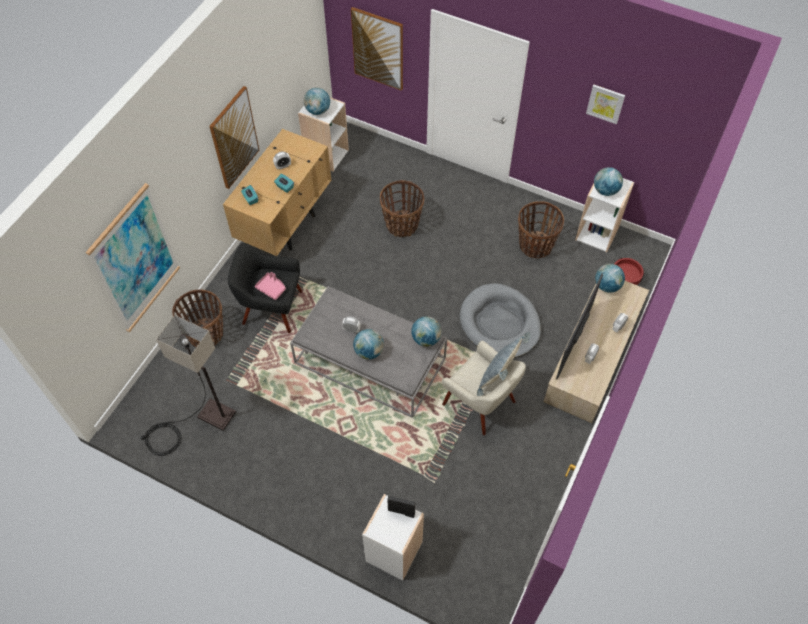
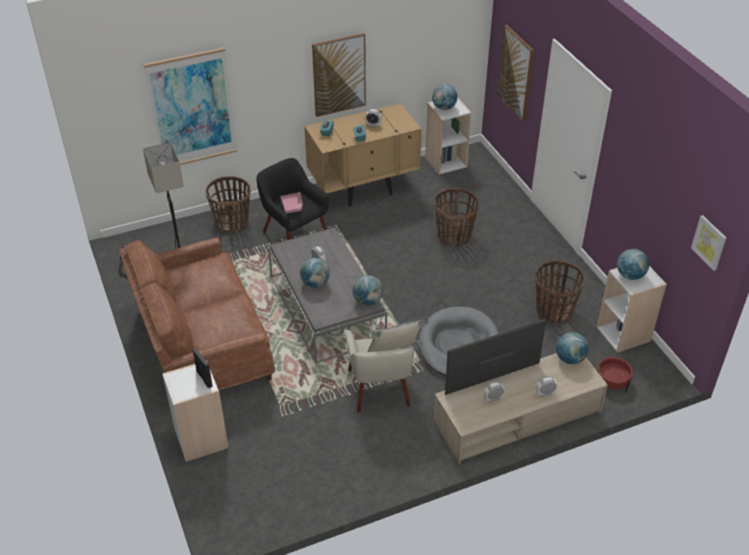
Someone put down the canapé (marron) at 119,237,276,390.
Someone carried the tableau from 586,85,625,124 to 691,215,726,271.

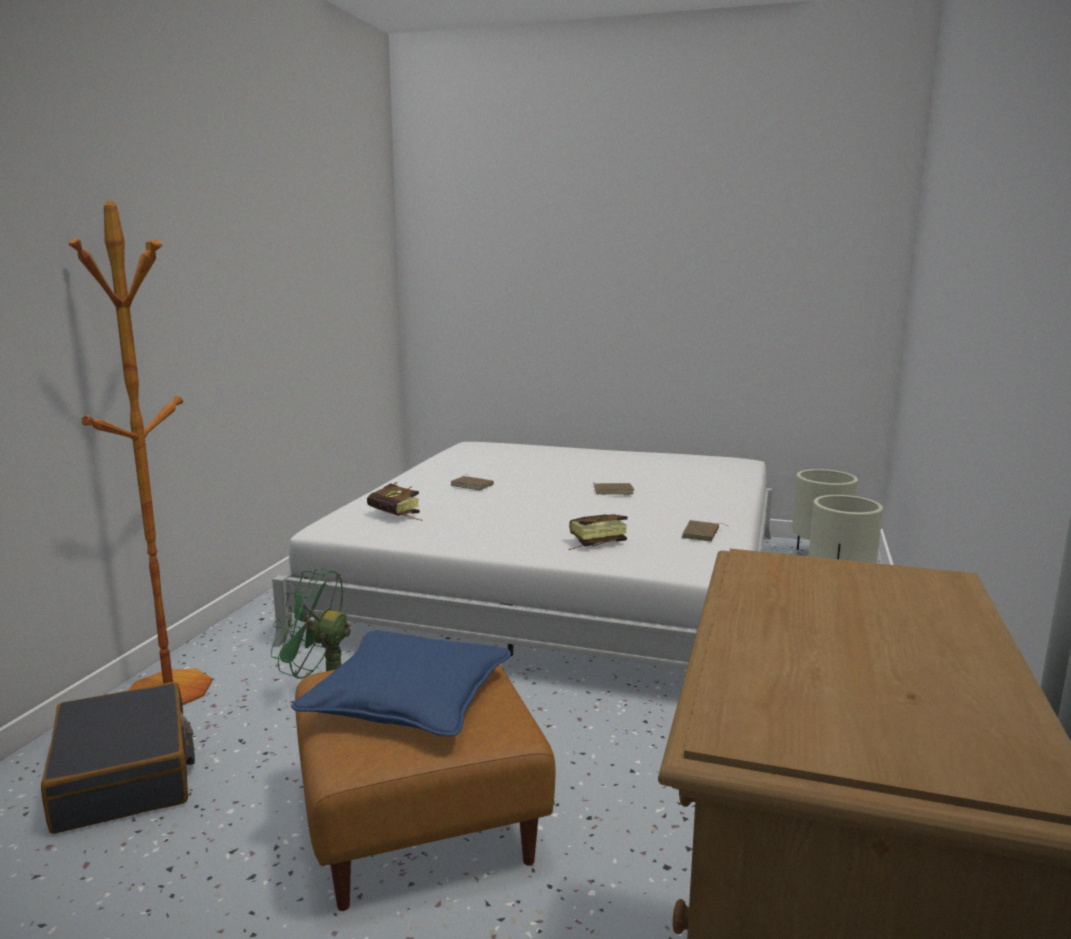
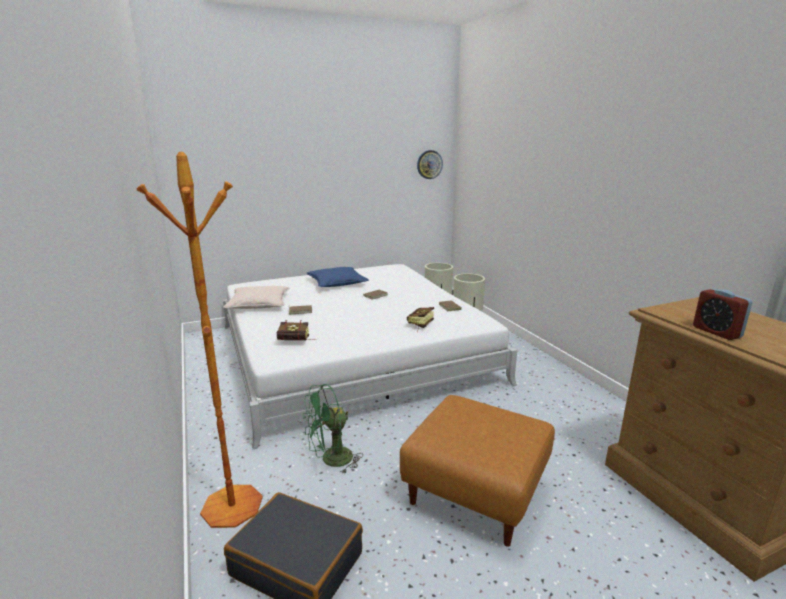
Someone put down the coussin (beige) at 223,286,289,309.
Someone put up the horloge murale at 417,150,443,179.
Someone put down the réveil at 693,289,753,340.
Someone carried the coussin (bleu) from 291,630,511,737 to 306,267,369,287.

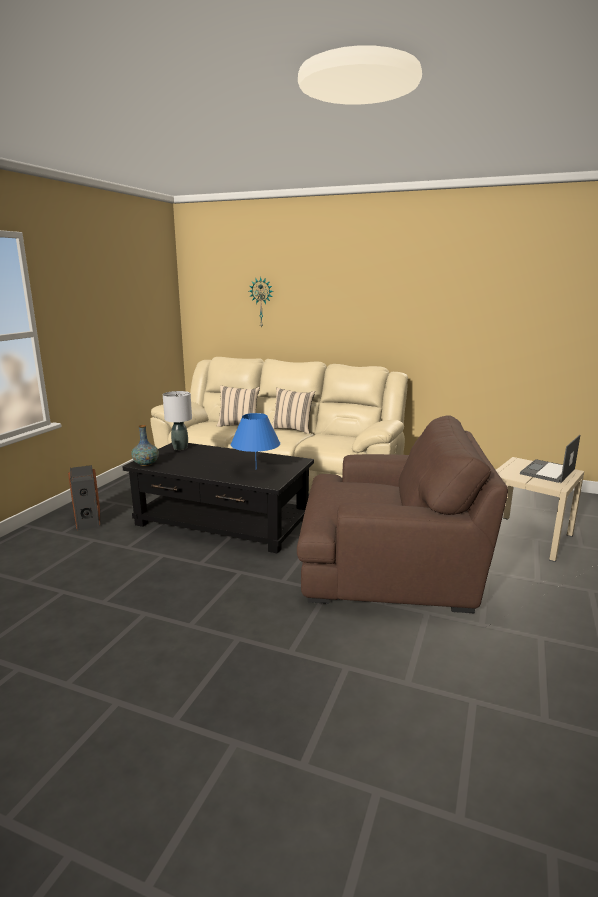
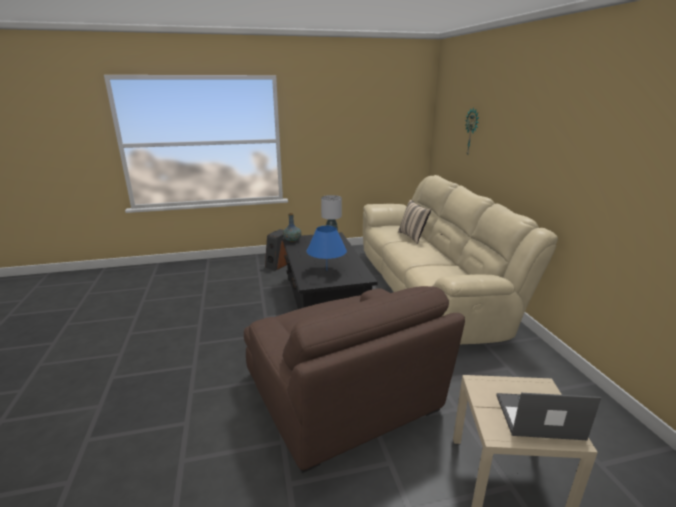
Someone took away the coussin (beige) at 272,388,315,434.

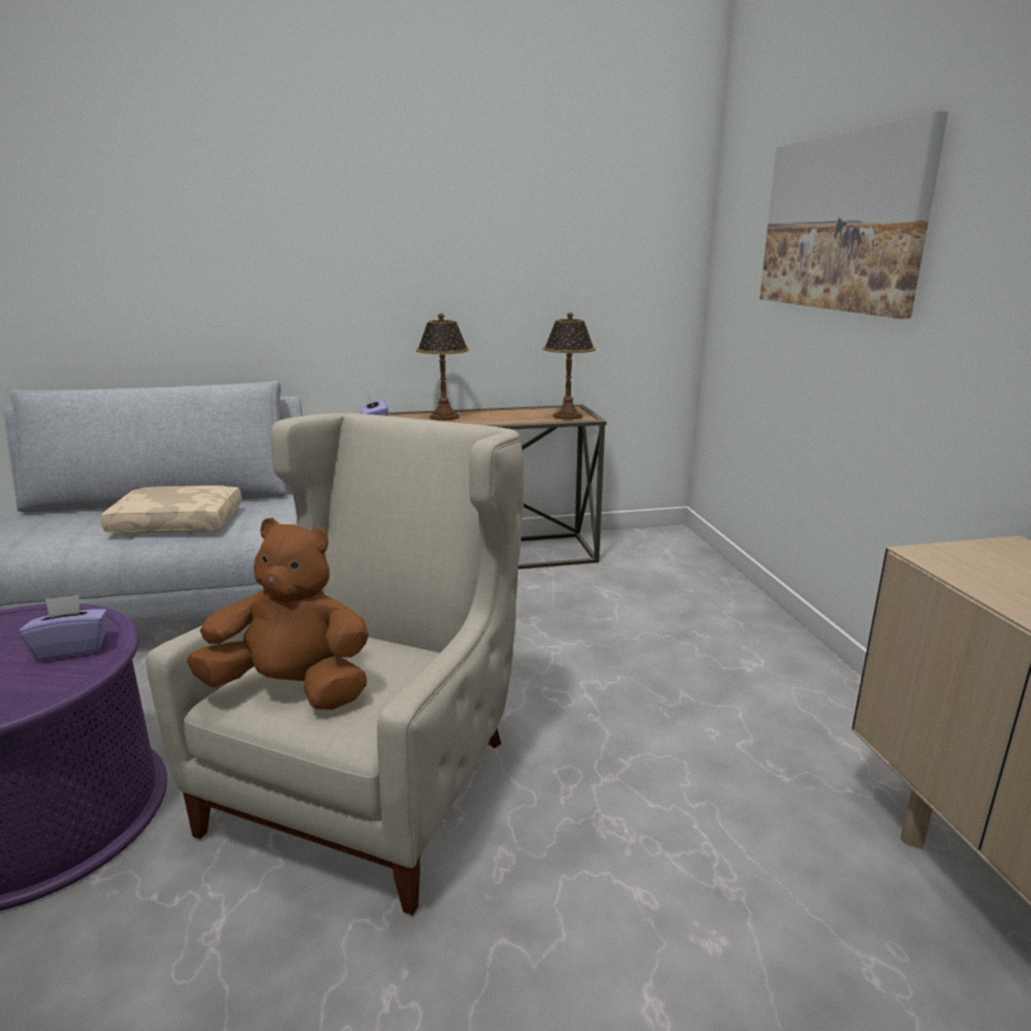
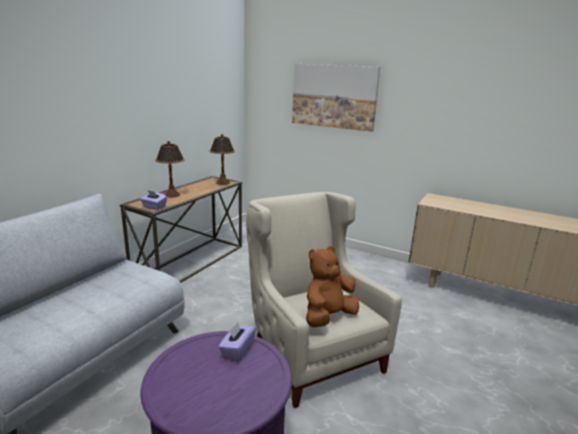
Someone took away the coussin (beige) at 101,485,242,534.

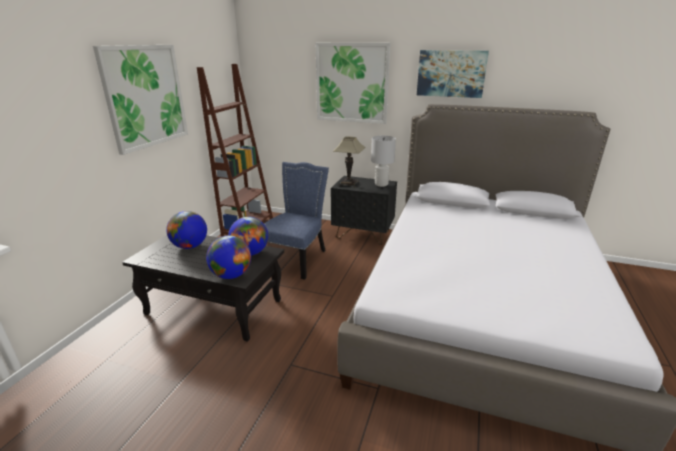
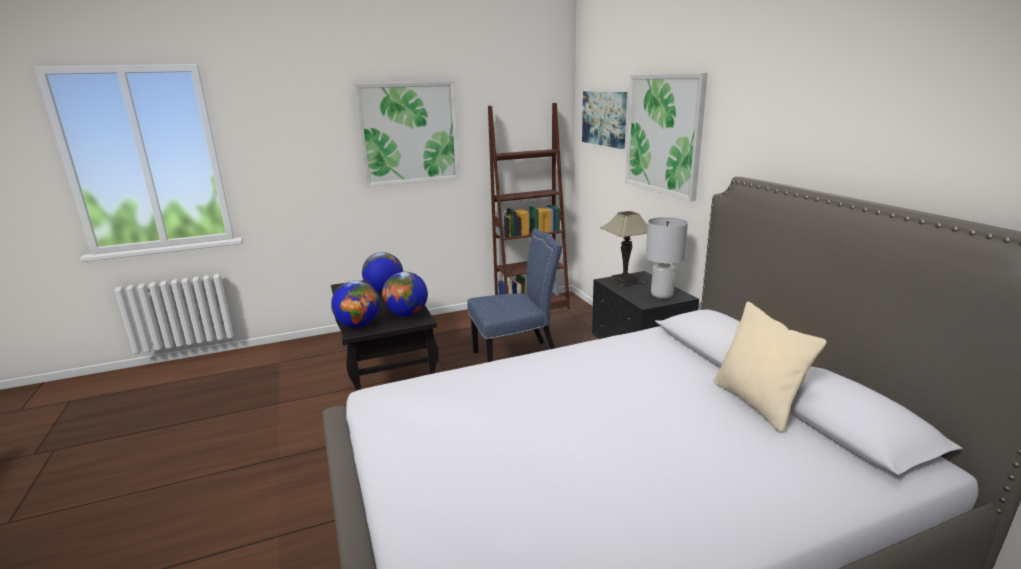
Someone put down the coussin (beige) at 713,302,827,433.
Someone carried the tableau from 417,50,489,98 to 582,91,627,149.

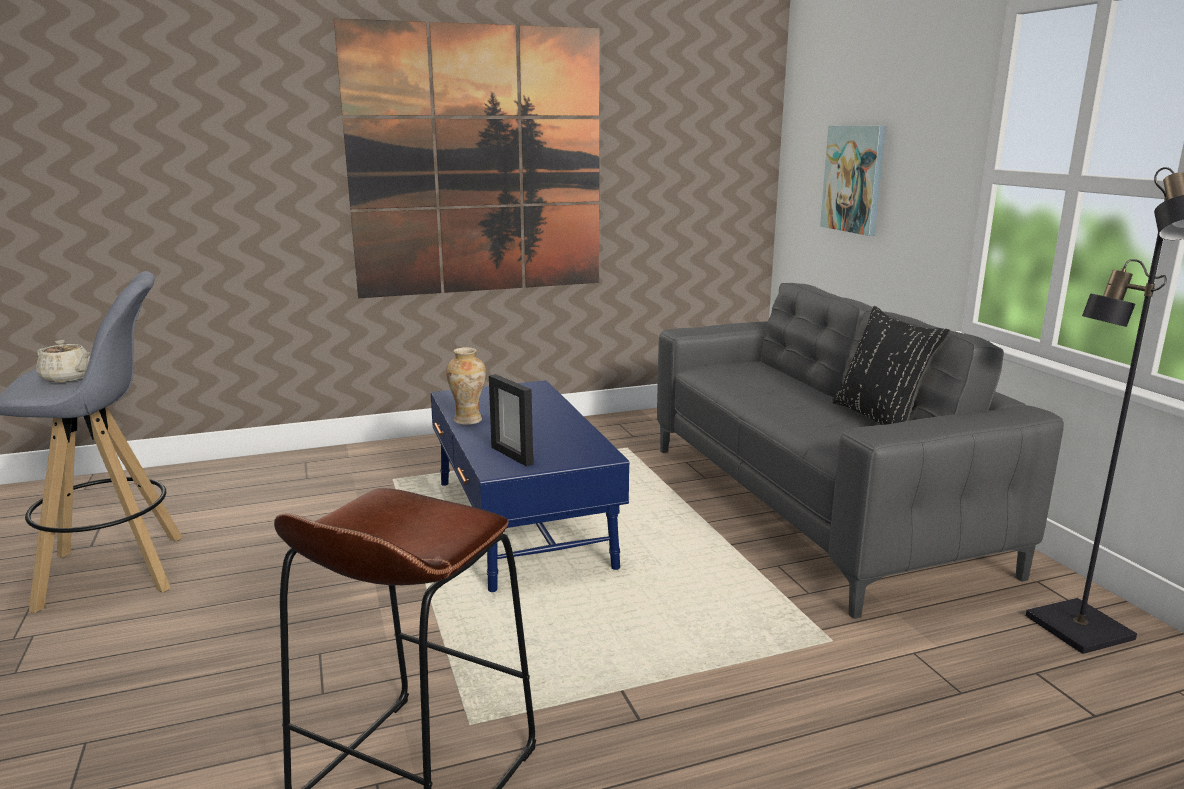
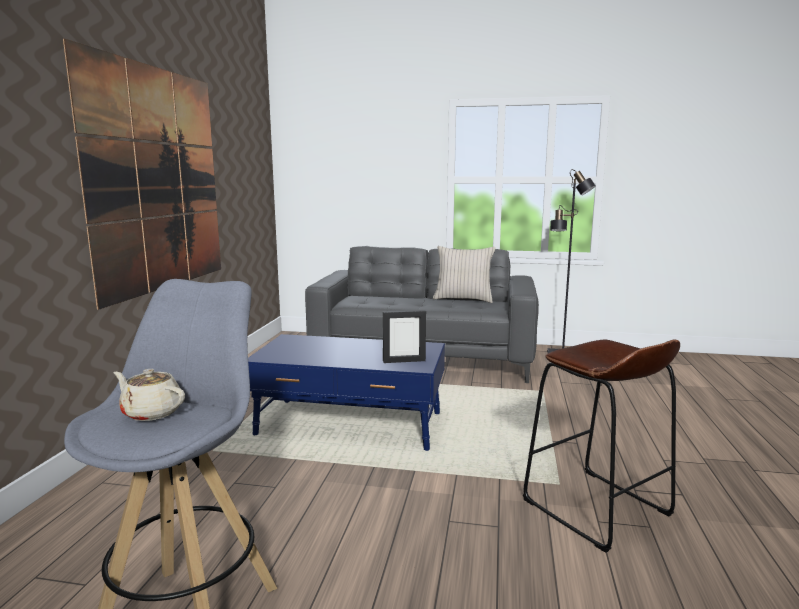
Someone took away the vase at 446,347,486,425.
Someone took away the tableau at 820,125,886,236.
Someone repainted the coussin (noir) at 832,306,950,425, which became the coussin (beige) at 433,246,496,303.
Someone rotated the théière (beige) at 36,340,90,382 by 120 degrees counterclockwise.

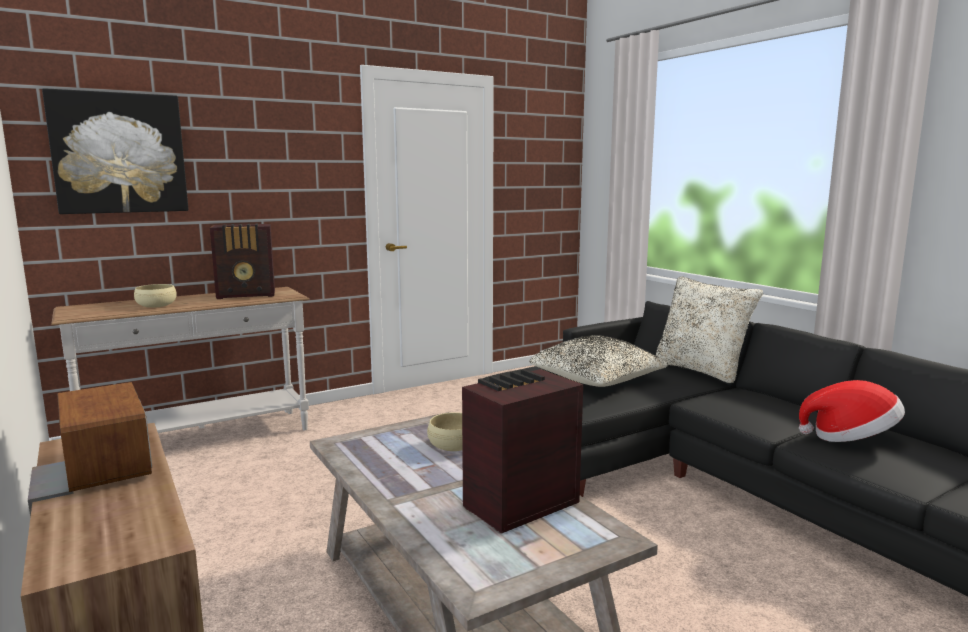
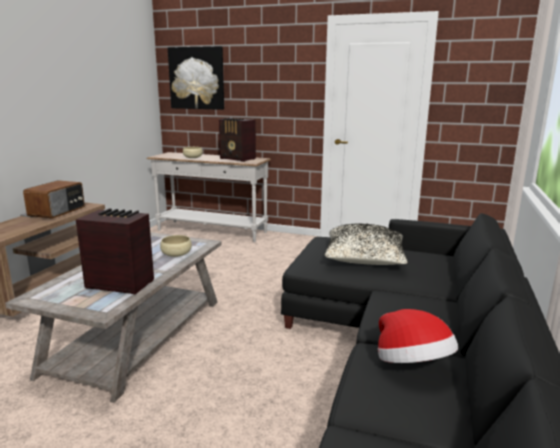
Someone took away the coussin (beige) at 656,276,764,384.

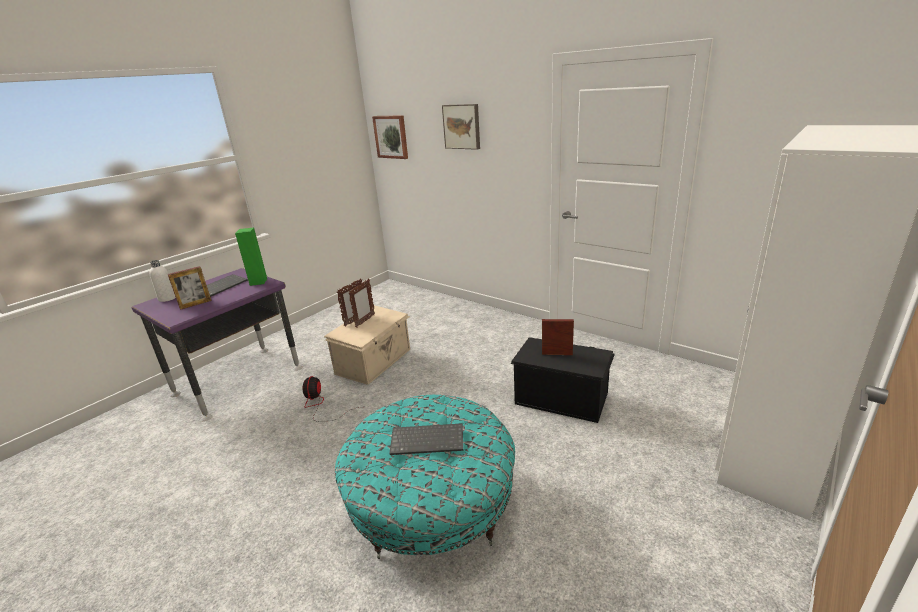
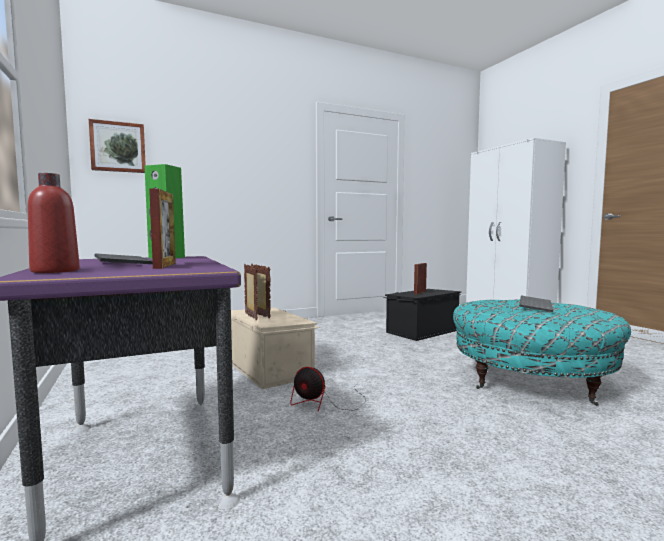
Someone took away the tableau at 442,104,480,150.
Someone repainted the bouteille (blanc) at 149,260,176,302, which became the bouteille (rouge) at 27,173,80,273.

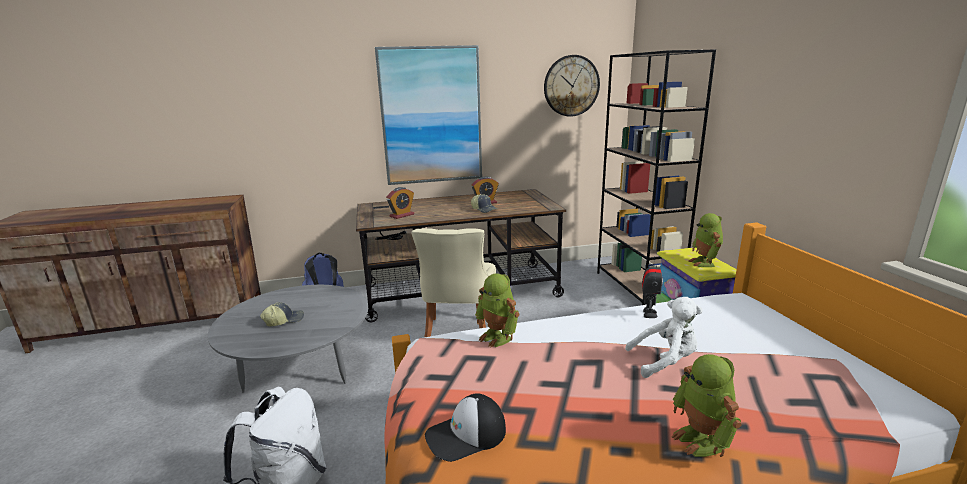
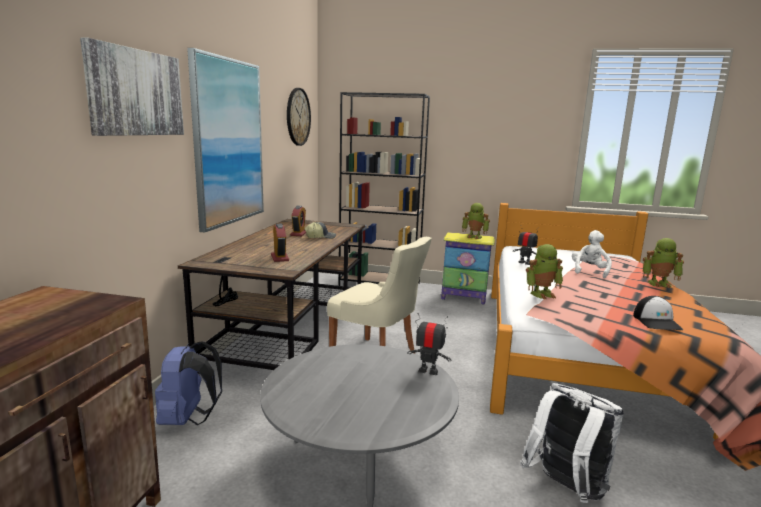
Someone took away the casquette at 260,302,304,326.
Someone put up the tableau at 80,38,184,136.
Someone put down the robot jouet at 407,313,452,375.

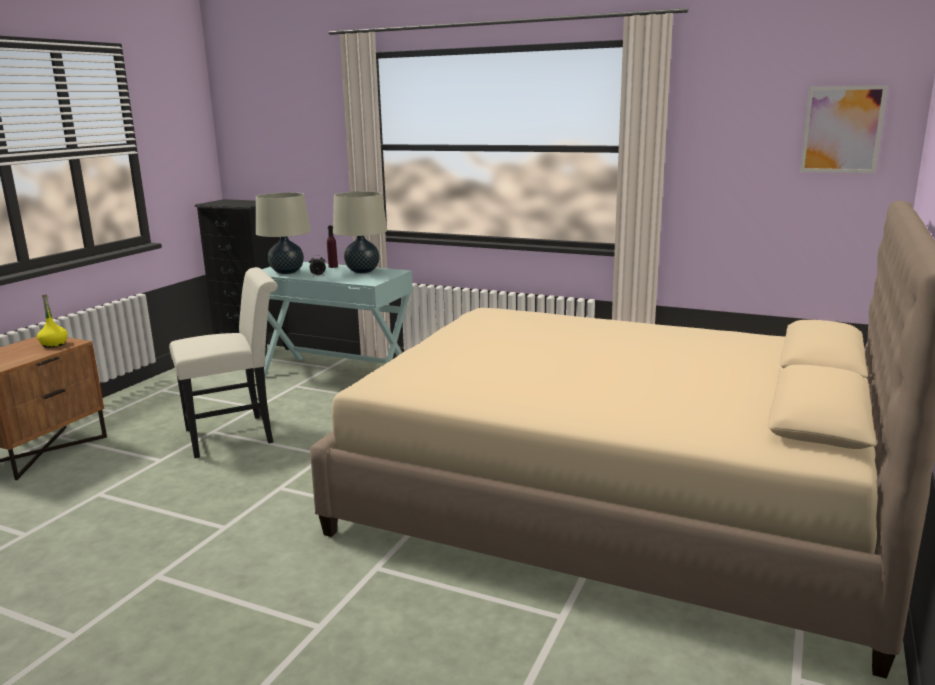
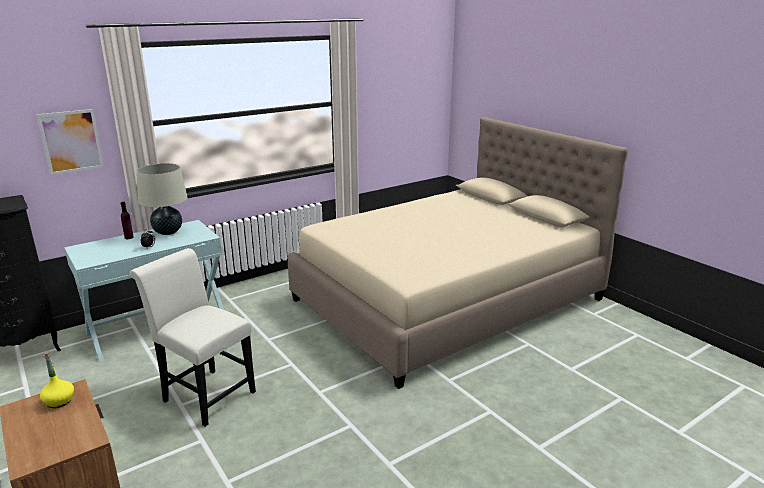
Someone took away the lampe de table (beige) at 256,192,311,274.
Someone carried the tableau from 800,85,888,173 to 37,109,104,175.
Someone rotated the chaise (blanc) at 169,267,278,458 by 60 degrees counterclockwise.

